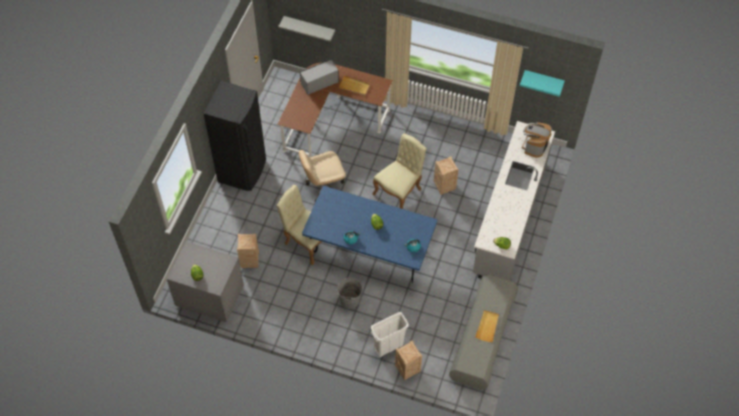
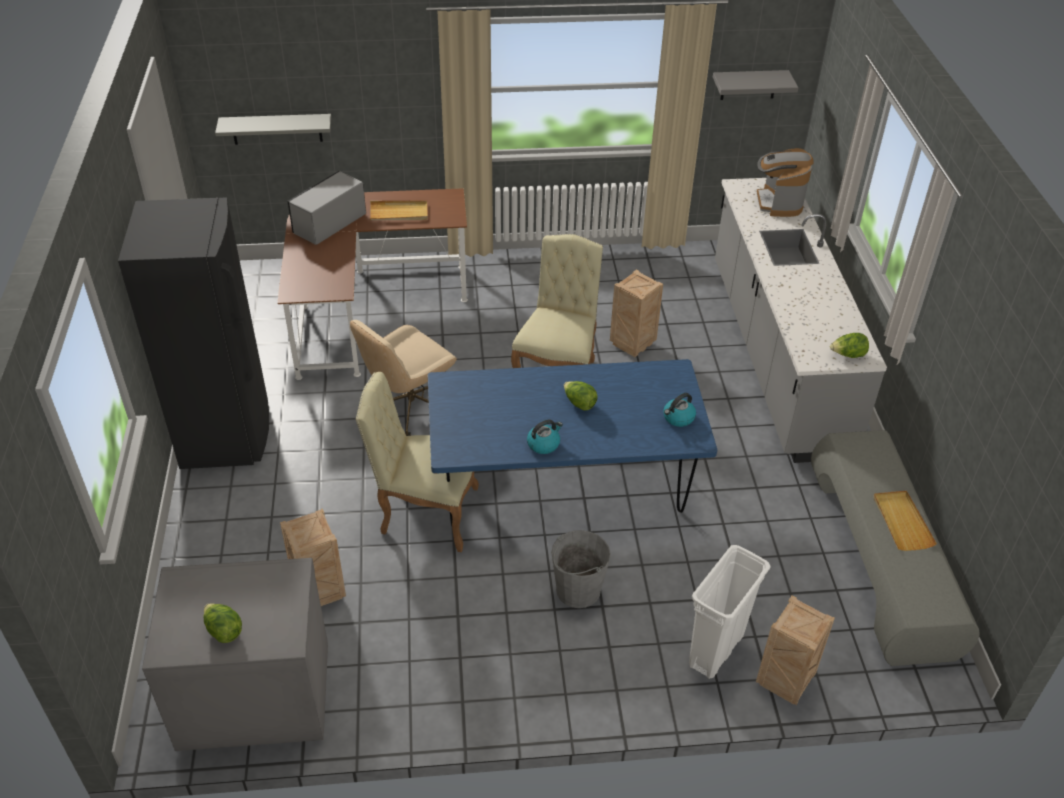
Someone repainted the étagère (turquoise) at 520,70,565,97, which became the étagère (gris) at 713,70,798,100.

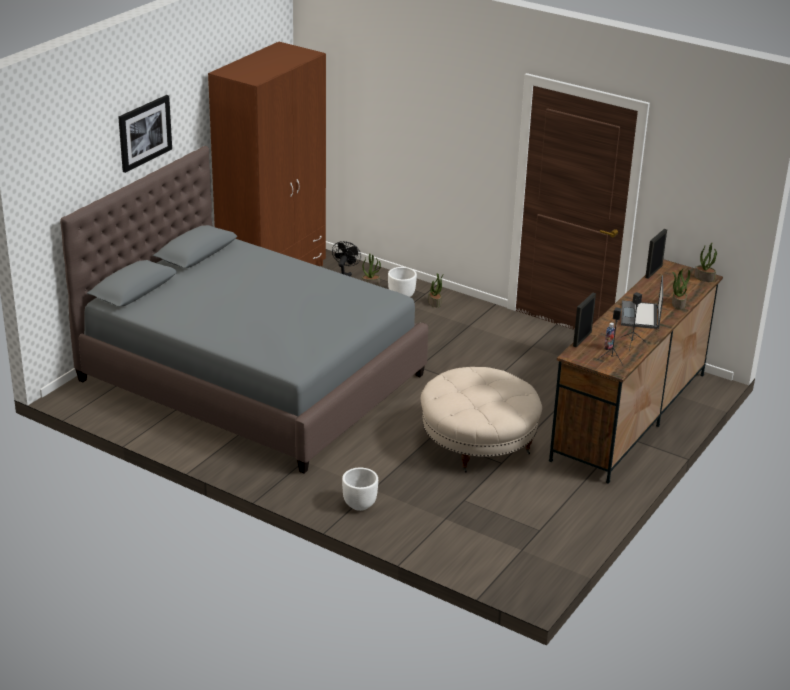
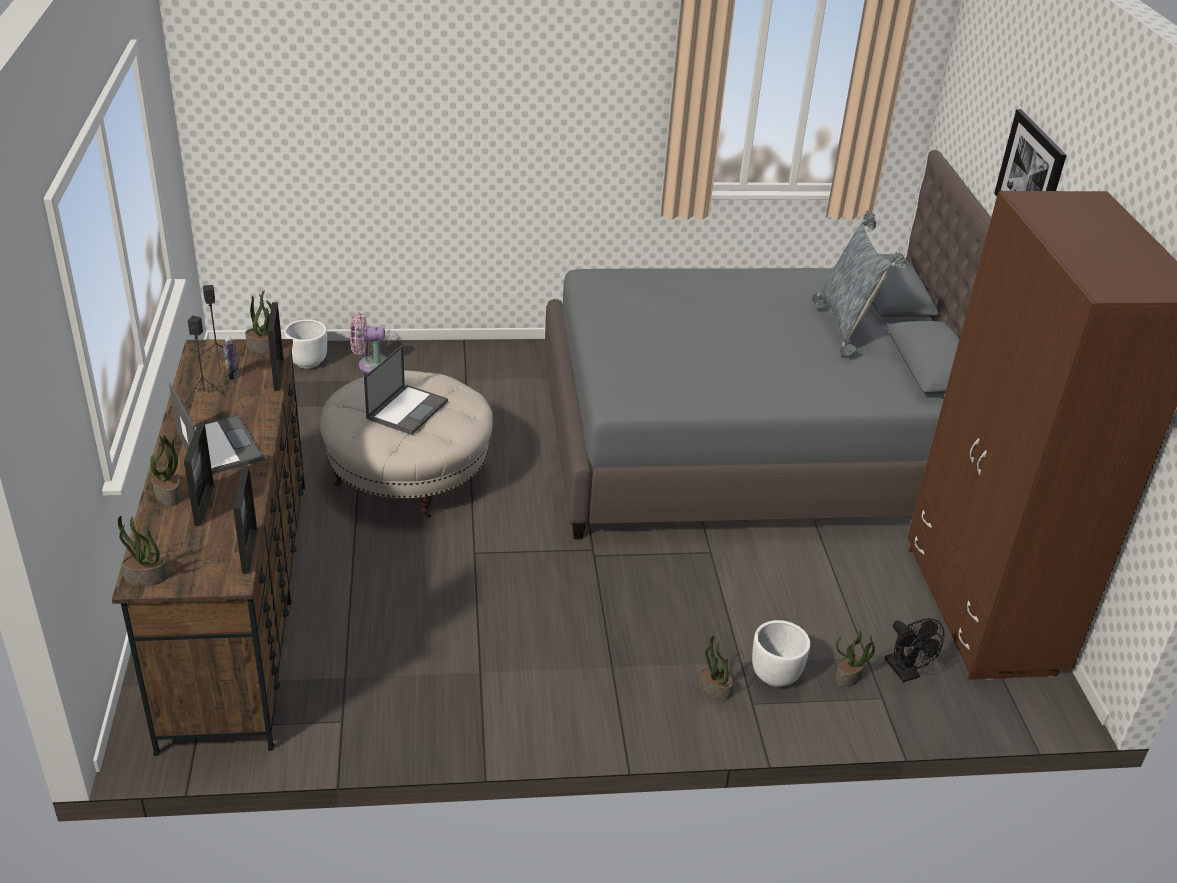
Someone put down the cadre photo at 184,423,214,526.
Someone put down the plante en pot at 245,290,272,354.
Someone put down the ventilateur (rose) at 350,312,386,373.
Someone put down the ordinateur portable at 364,345,448,435.
Someone put down the coussin at 812,210,907,357.
Someone carried the cache-pot (blanc) from 342,468,378,511 to 284,319,327,369.

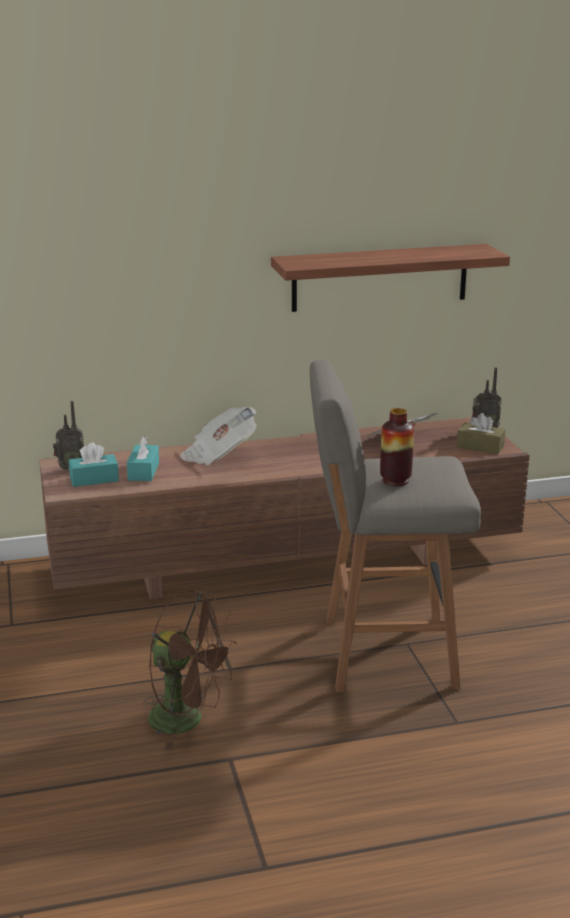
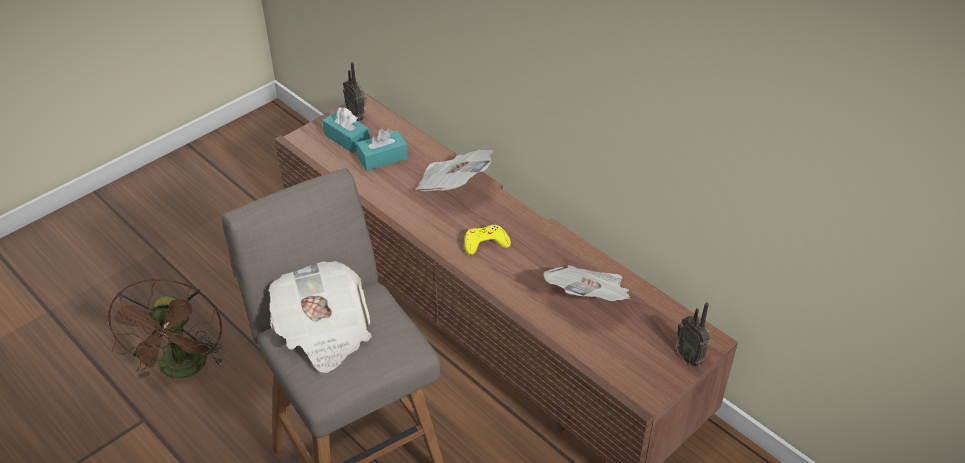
Someone took away the étagère at 271,244,510,312.
Someone took away the boîte à mouchoirs (marron) at 457,413,506,454.
Someone put down the manette (jaune) at 465,225,511,255.
Someone swapped the vase at 380,408,414,486 for the journal at 269,261,372,373.

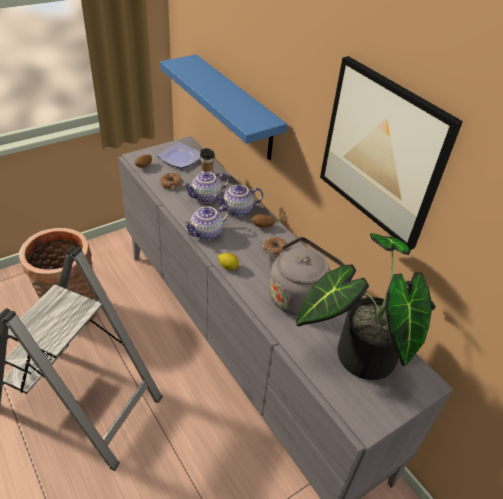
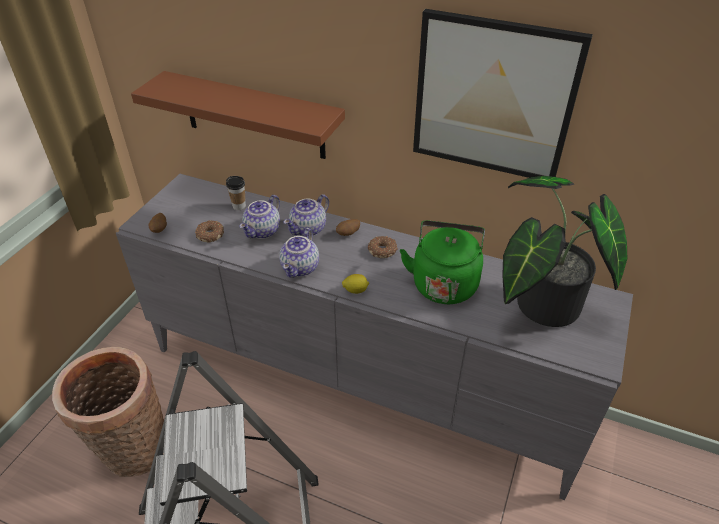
Someone took away the assiette at 157,142,201,169.
Someone repainted the étagère (bleu) at 160,54,287,160, which became the étagère (marron) at 131,71,345,159.
Someone repainted the bouilloire (gris) at 268,237,345,316, which became the bouilloire (vert) at 400,220,485,304.

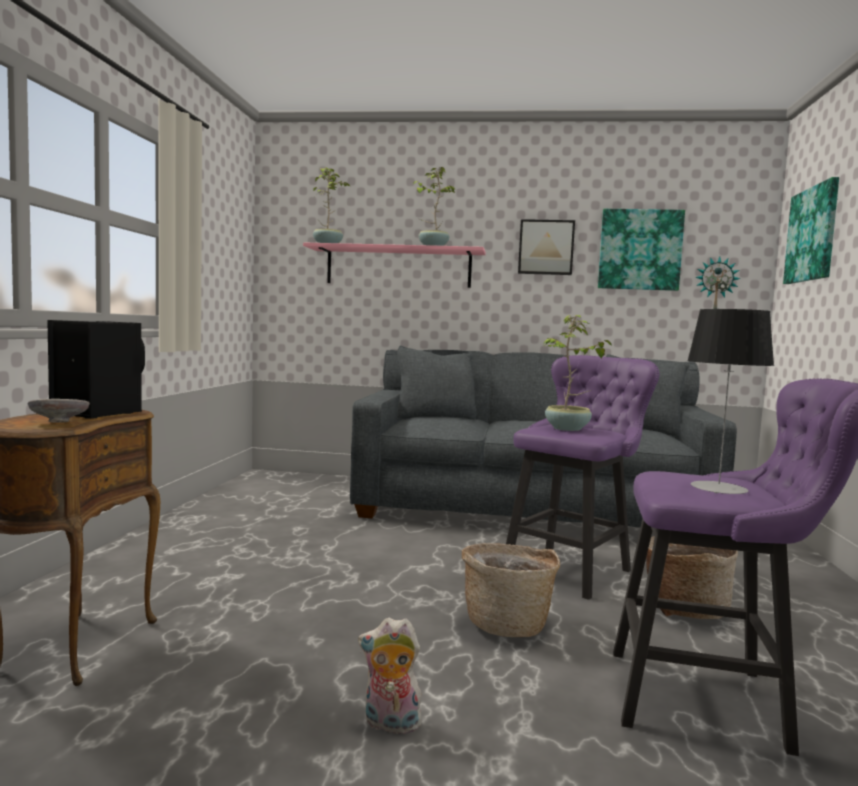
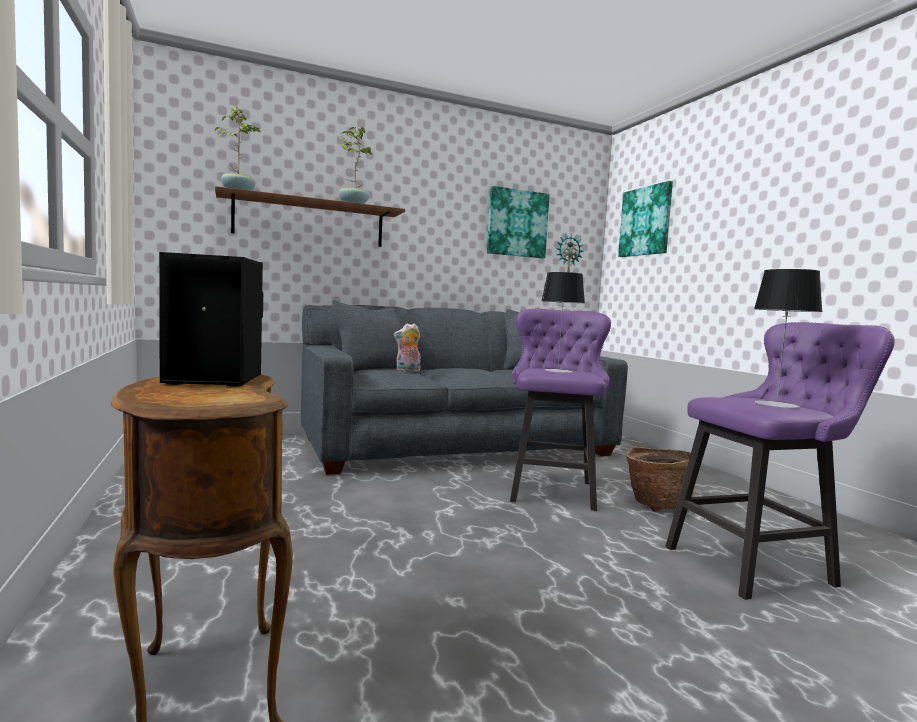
Someone took away the bol (gris) at 28,399,90,423.
Someone took away the panier at 462,543,560,637.
Someone took away the tableau at 518,219,575,275.
Someone carried the peluche from 358,617,424,734 to 394,323,421,372.
Someone swapped the plante en pot at 544,315,612,431 for the lampe de table at 542,272,585,373.
Someone repainted the étagère (rose) at 303,242,486,288, which became the étagère (marron) at 215,186,405,247.

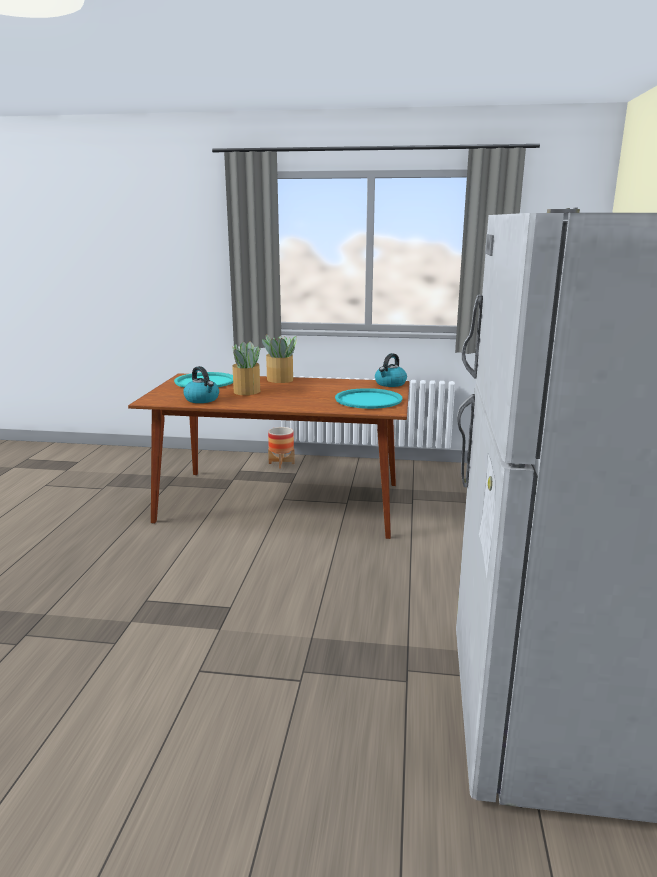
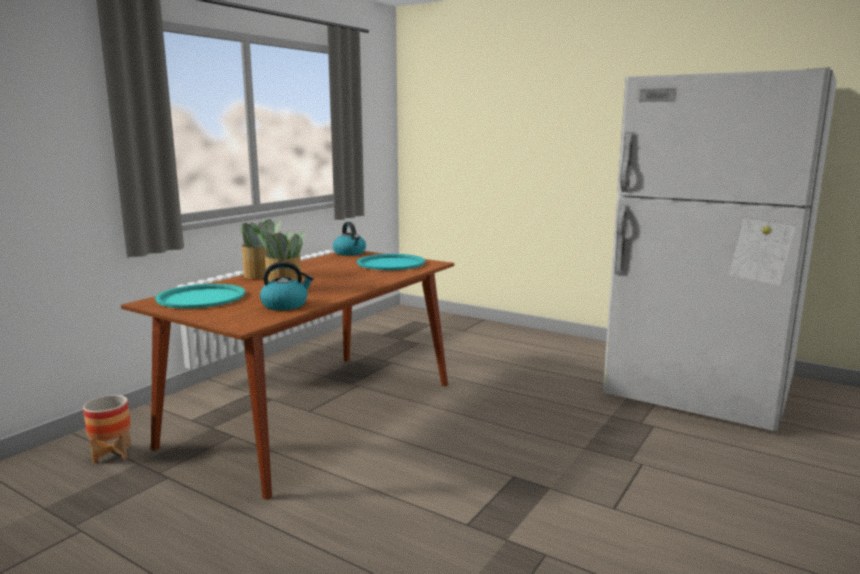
Someone carried the cache-pot from 268,427,295,469 to 83,395,131,463.

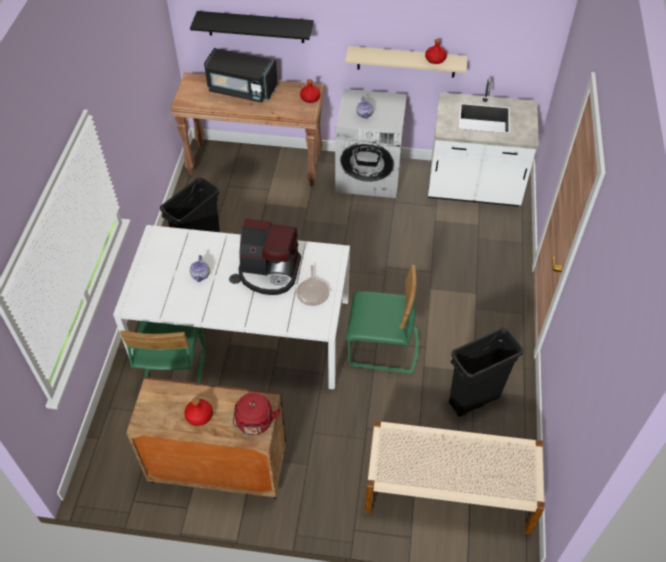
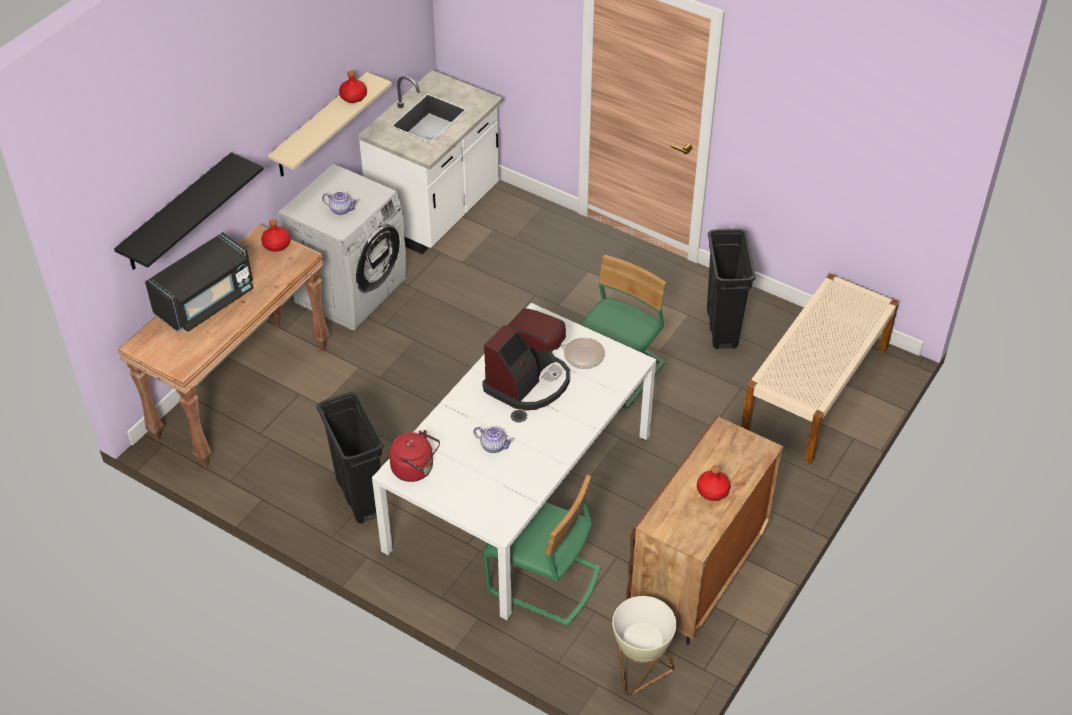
Someone put down the cache-pot at 612,596,676,695.
Someone carried the bouilloire (rouge) from 233,393,280,435 to 389,430,440,482.

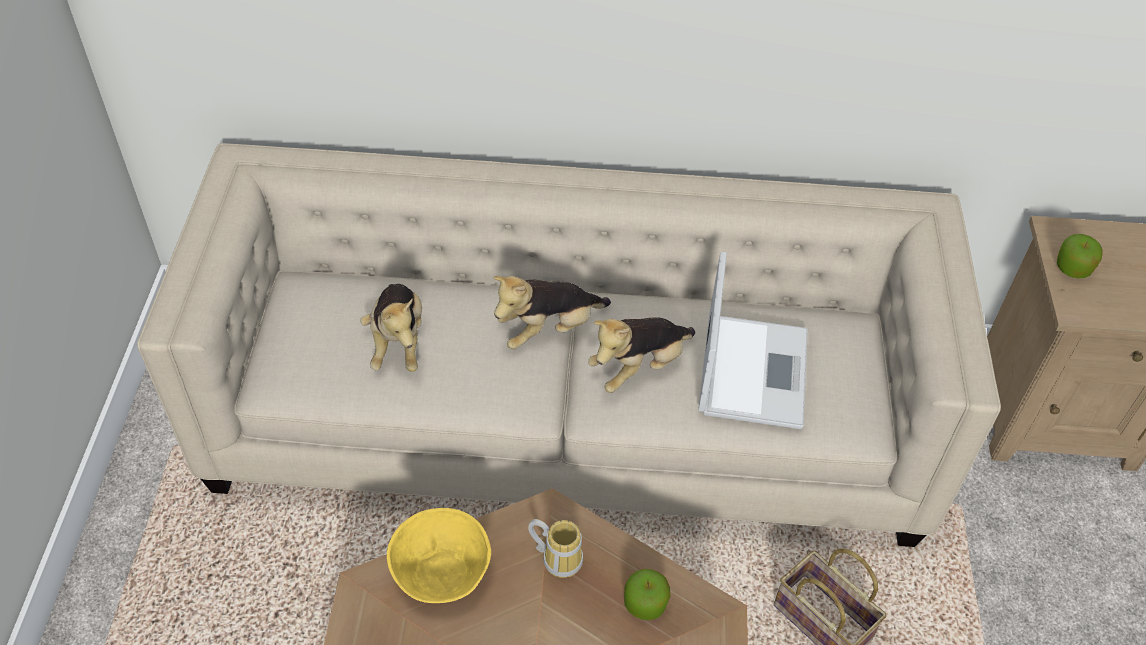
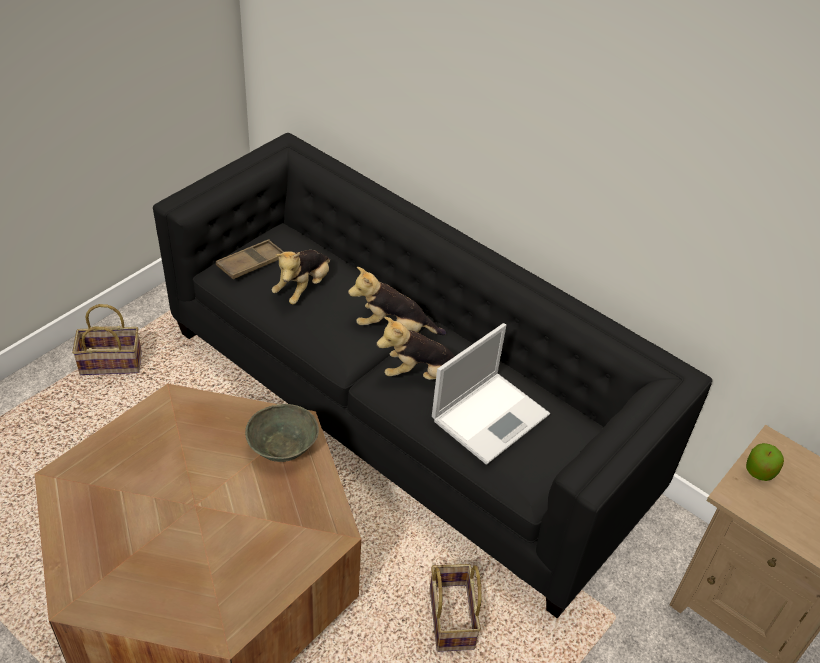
Someone took away the bol (jaune) at 387,508,491,603.
Someone took away the pomme at 624,569,670,620.
Someone put down the panier at 72,304,142,375.
Someone put down the plateau (marron) at 216,239,284,279.
Someone swapped the mug at 528,519,583,578 for the bol (gris) at 245,404,319,462.
Someone repainted the canapé (beige) at 137,143,1001,547, which became the canapé (noir) at 153,133,712,618.

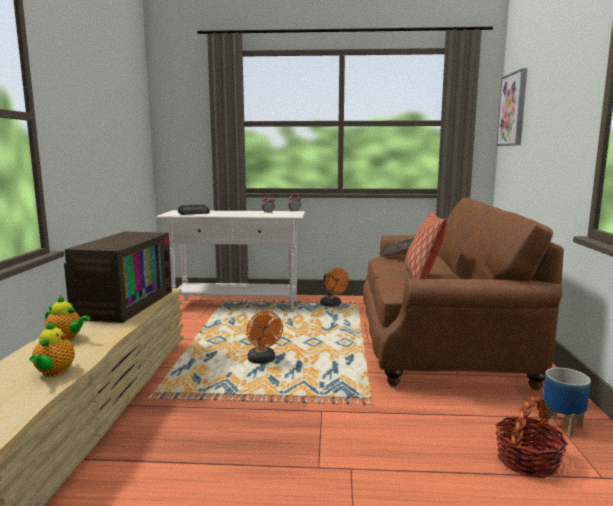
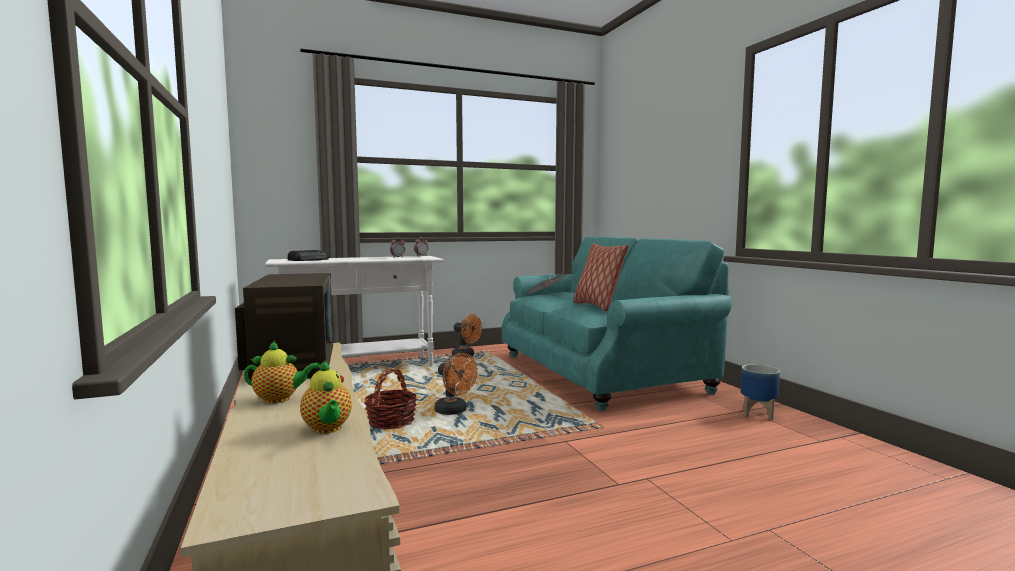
Someone took away the tableau at 496,68,527,146.
Someone carried the panier from 495,396,568,478 to 364,368,417,429.
Someone repainted the canapé (marron) at 363,197,564,390, which became the canapé (turquoise) at 502,236,732,411.

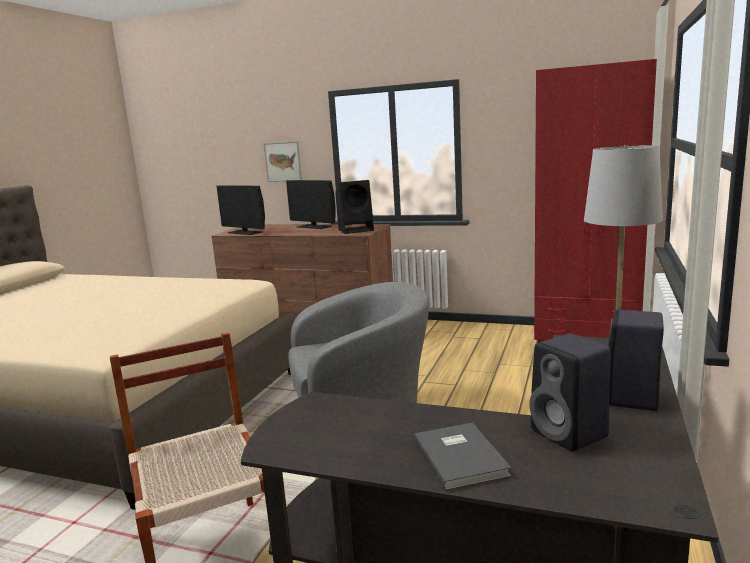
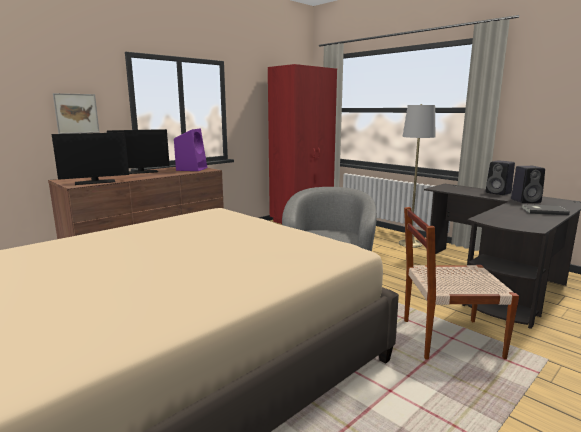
Someone repainted the enceinte (noir) at 335,180,374,234, which became the enceinte (violet) at 174,129,207,171.

